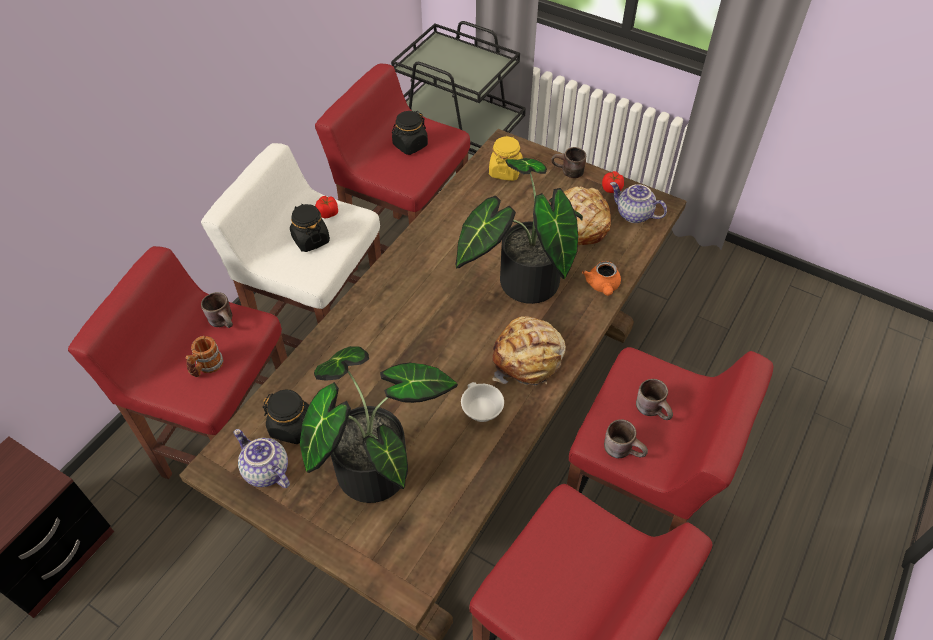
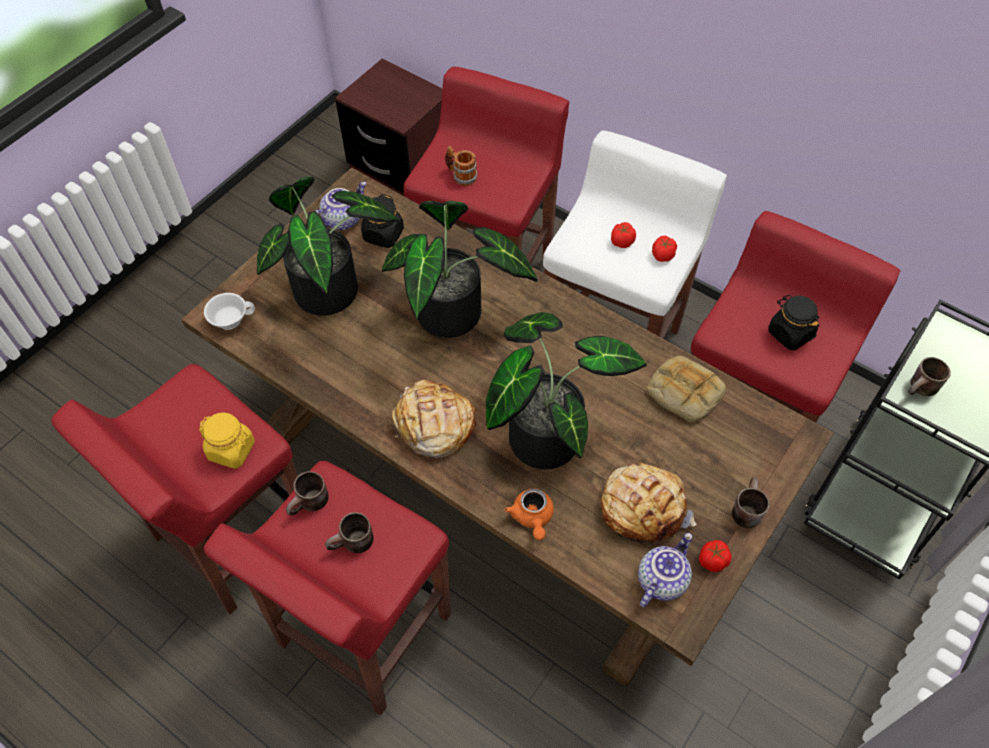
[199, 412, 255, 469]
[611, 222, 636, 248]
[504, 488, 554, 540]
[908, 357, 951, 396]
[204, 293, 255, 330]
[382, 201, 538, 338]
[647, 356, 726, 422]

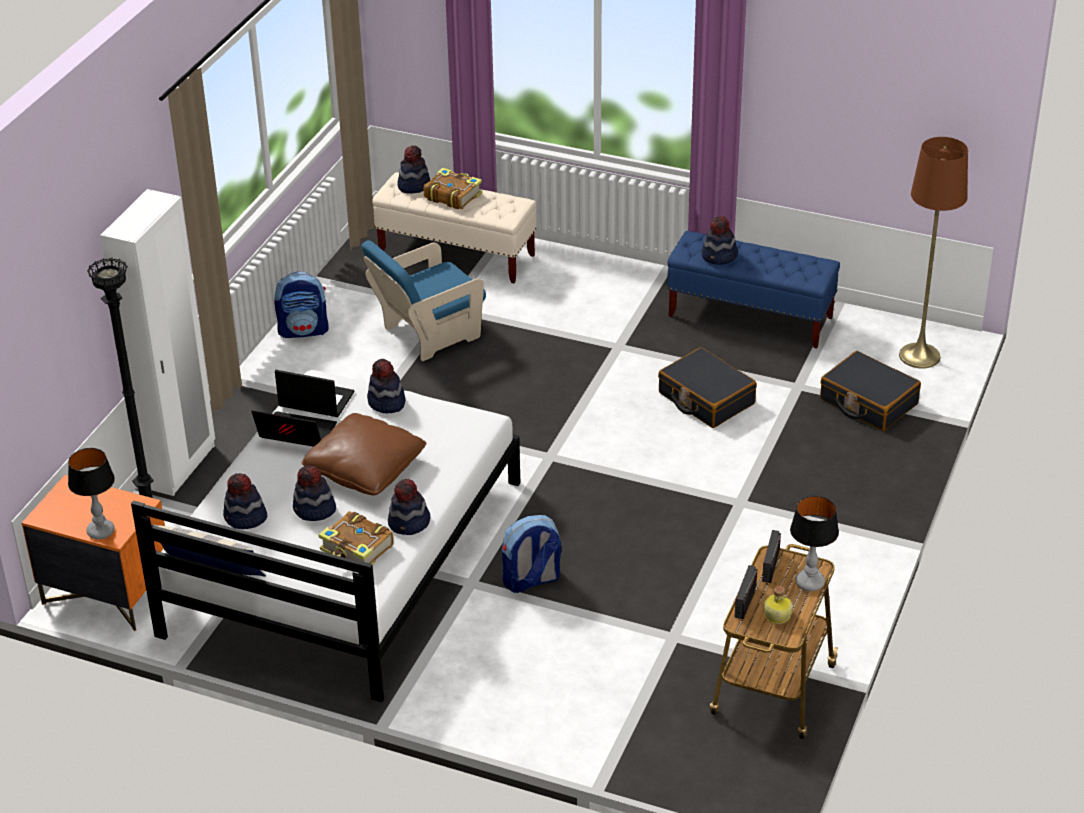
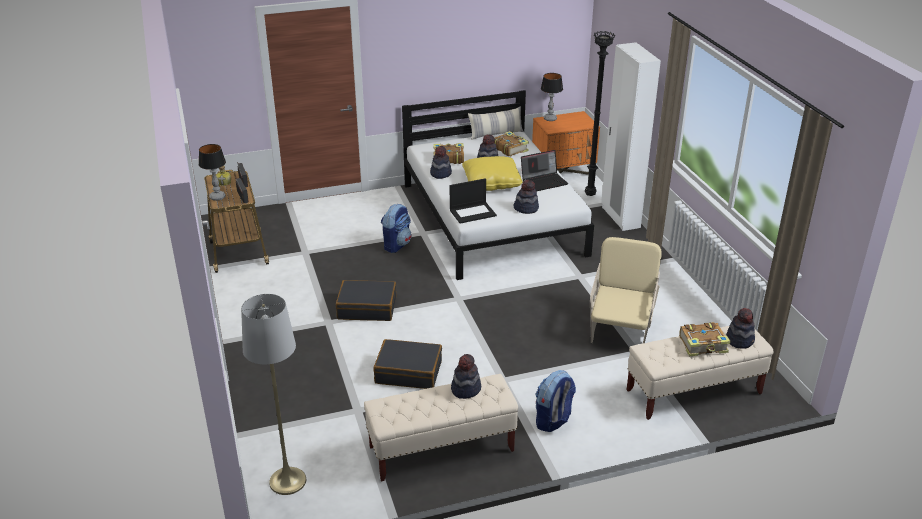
[241, 294, 306, 495]
[364, 374, 518, 481]
[590, 237, 662, 343]
[536, 370, 576, 432]
[336, 280, 396, 321]
[450, 178, 497, 224]
[462, 156, 523, 191]
[494, 131, 529, 157]

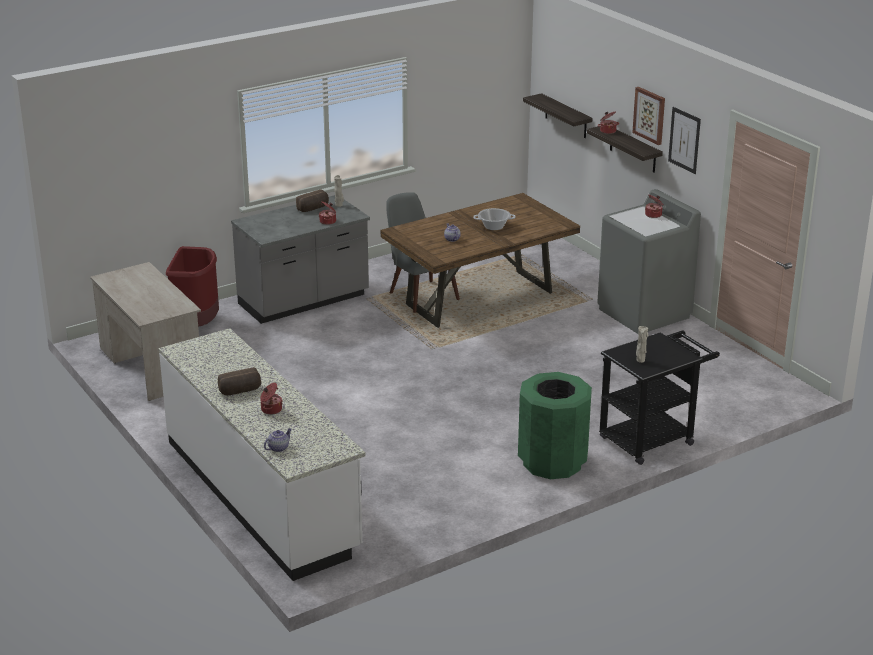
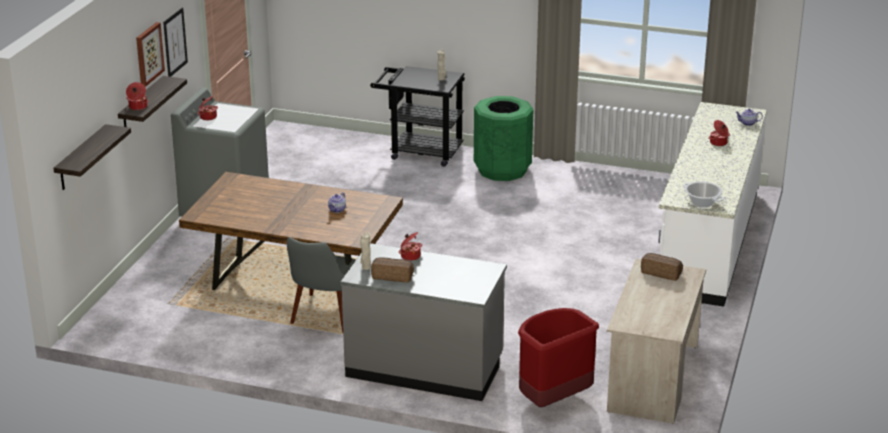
[683, 181, 724, 208]
[641, 253, 683, 281]

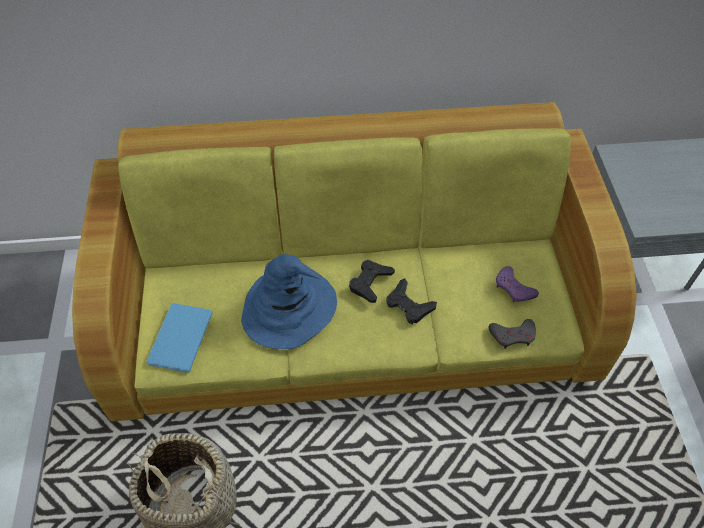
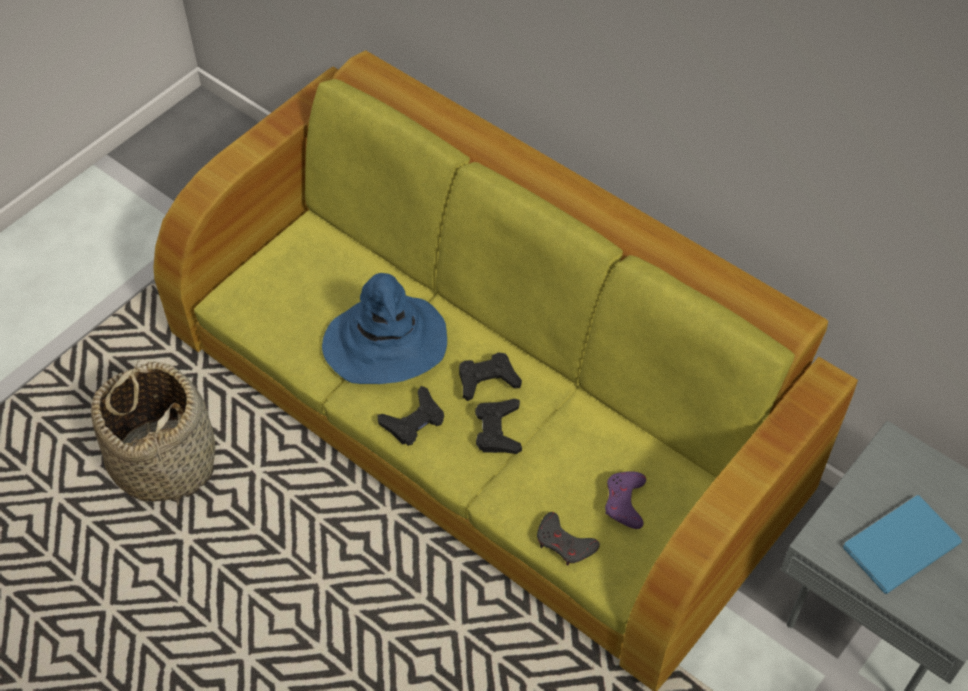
[843, 495, 962, 594]
[377, 386, 444, 446]

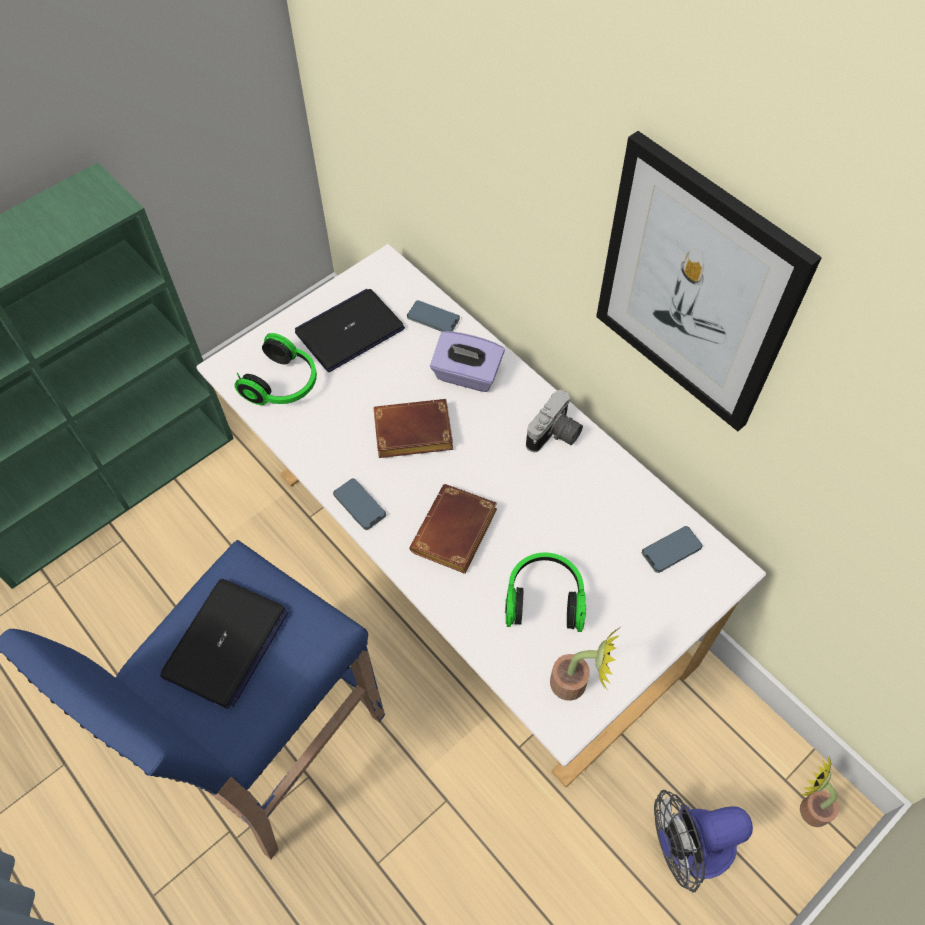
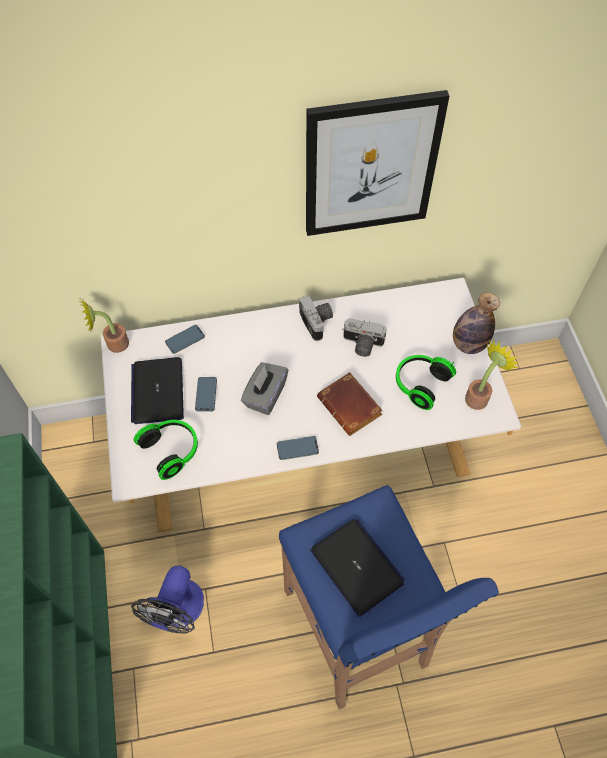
[430, 331, 505, 392] (first image)
[241, 362, 288, 415]
[195, 377, 217, 412]
[79, 299, 129, 353]
[131, 566, 204, 634]
[453, 292, 500, 354]
[342, 319, 386, 357]

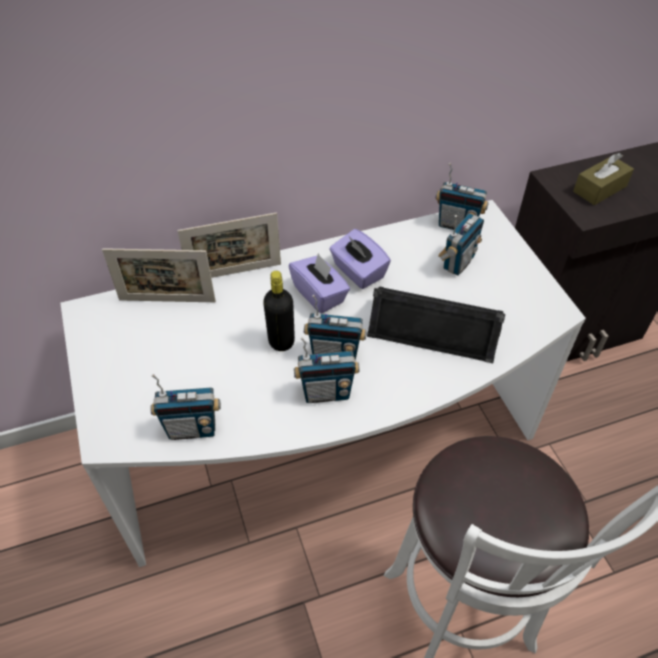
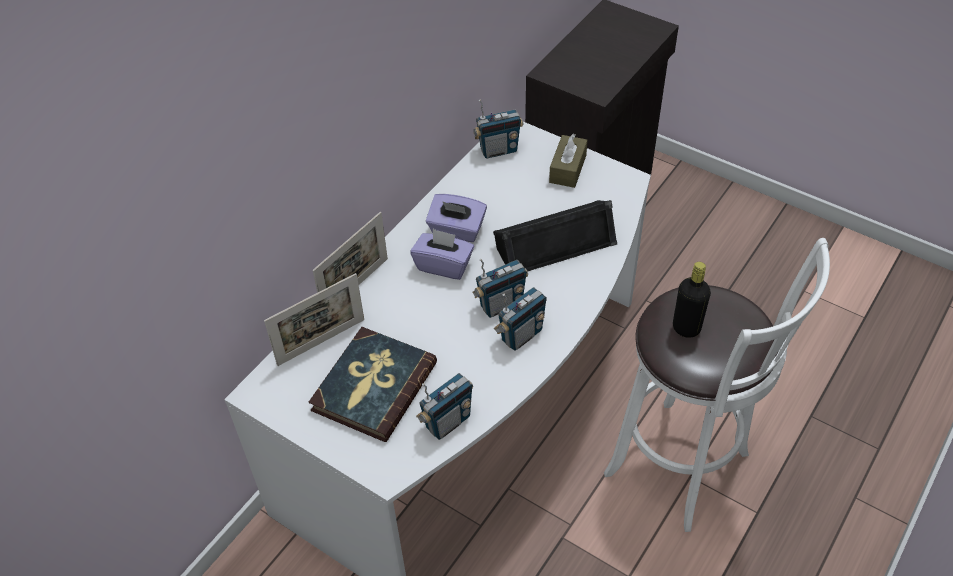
[549, 134, 588, 188]
[438, 213, 484, 275] (first image)
[673, 262, 711, 338]
[309, 327, 437, 442]

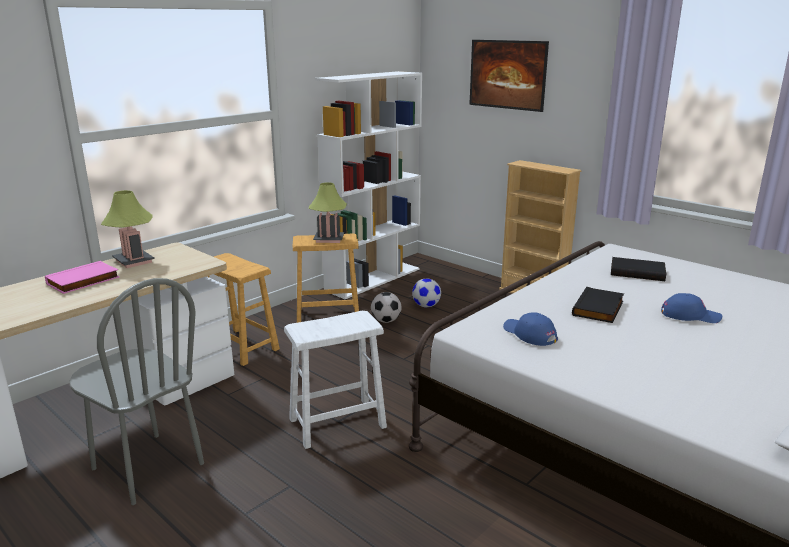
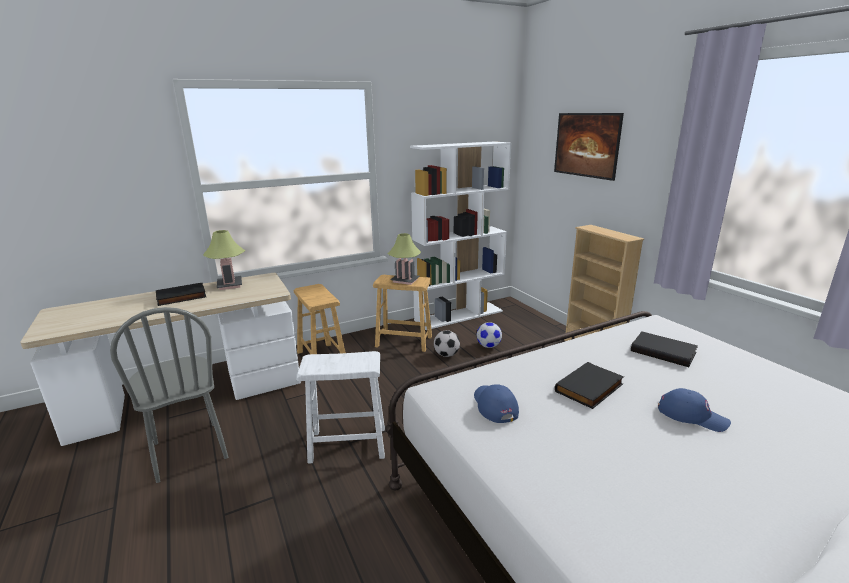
[156, 283, 206, 306]

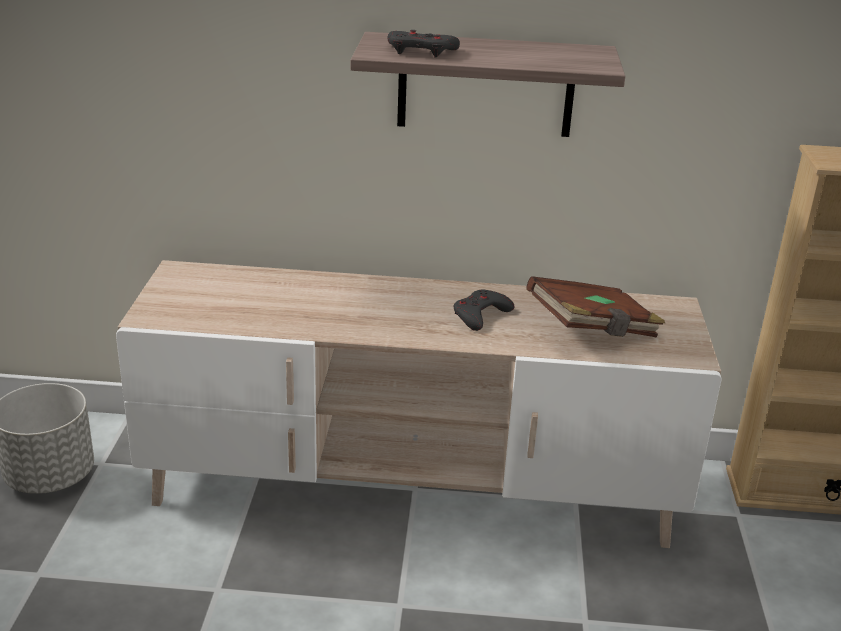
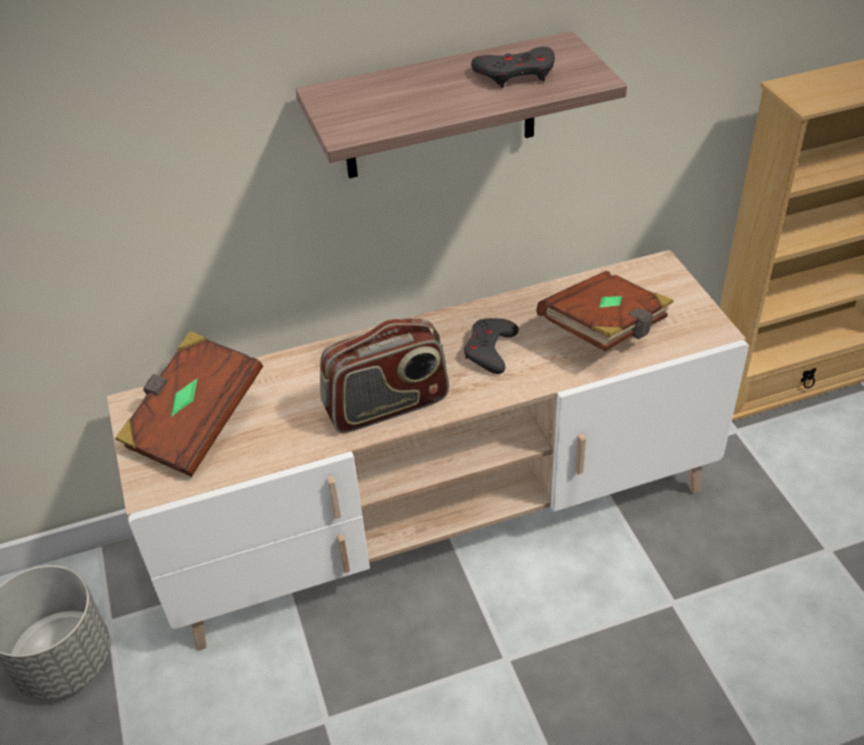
[471, 47, 555, 88]
[320, 318, 449, 433]
[115, 331, 263, 477]

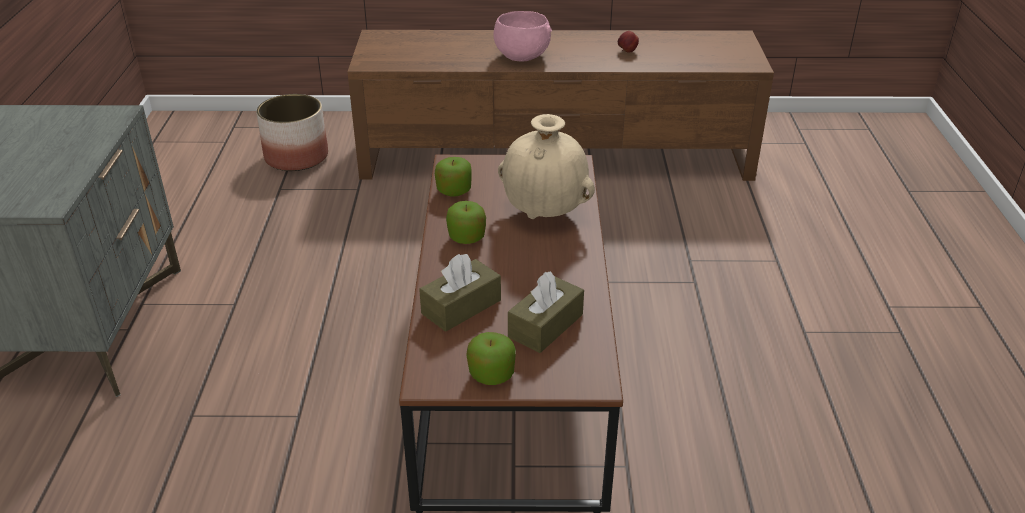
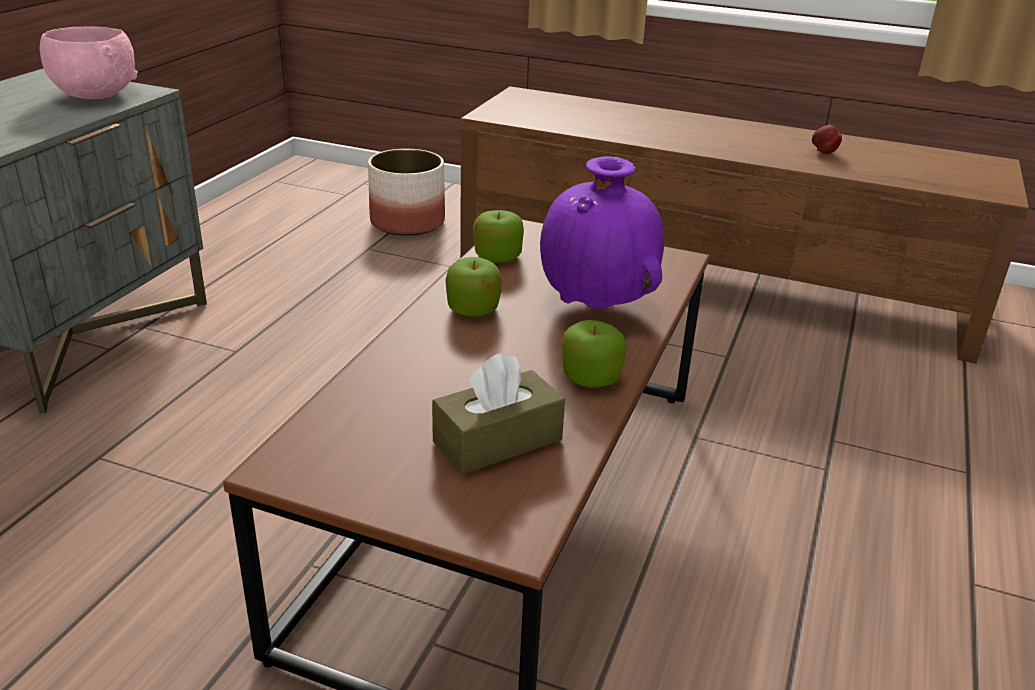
[40, 26, 138, 99]
[540, 156, 664, 310]
[419, 254, 501, 332] (first image)
[562, 320, 627, 388]

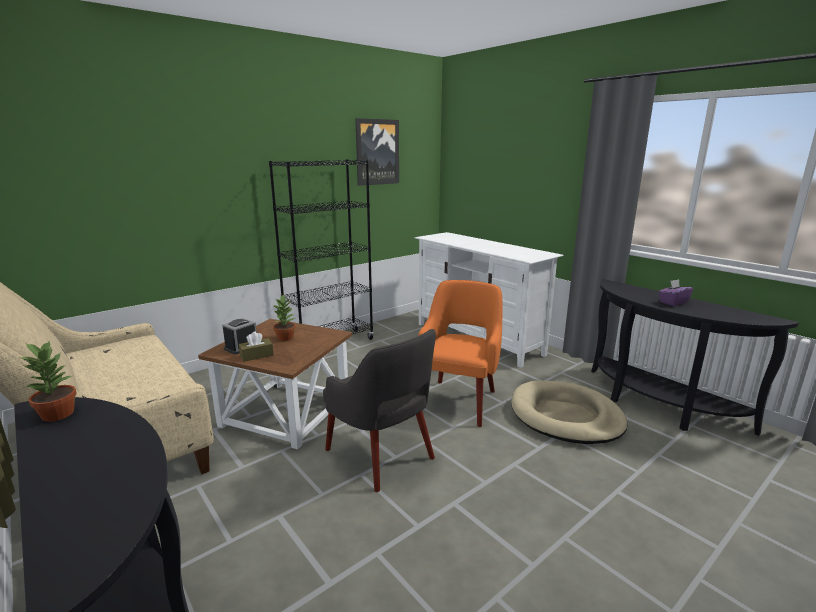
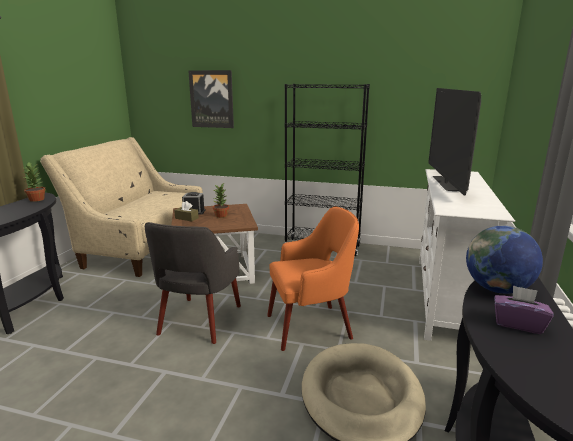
[188, 70, 234, 128]
[428, 88, 481, 196]
[466, 226, 543, 294]

